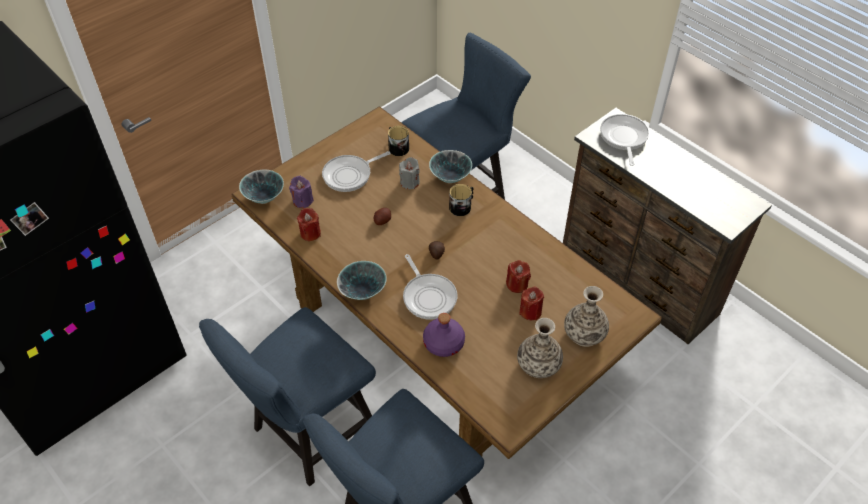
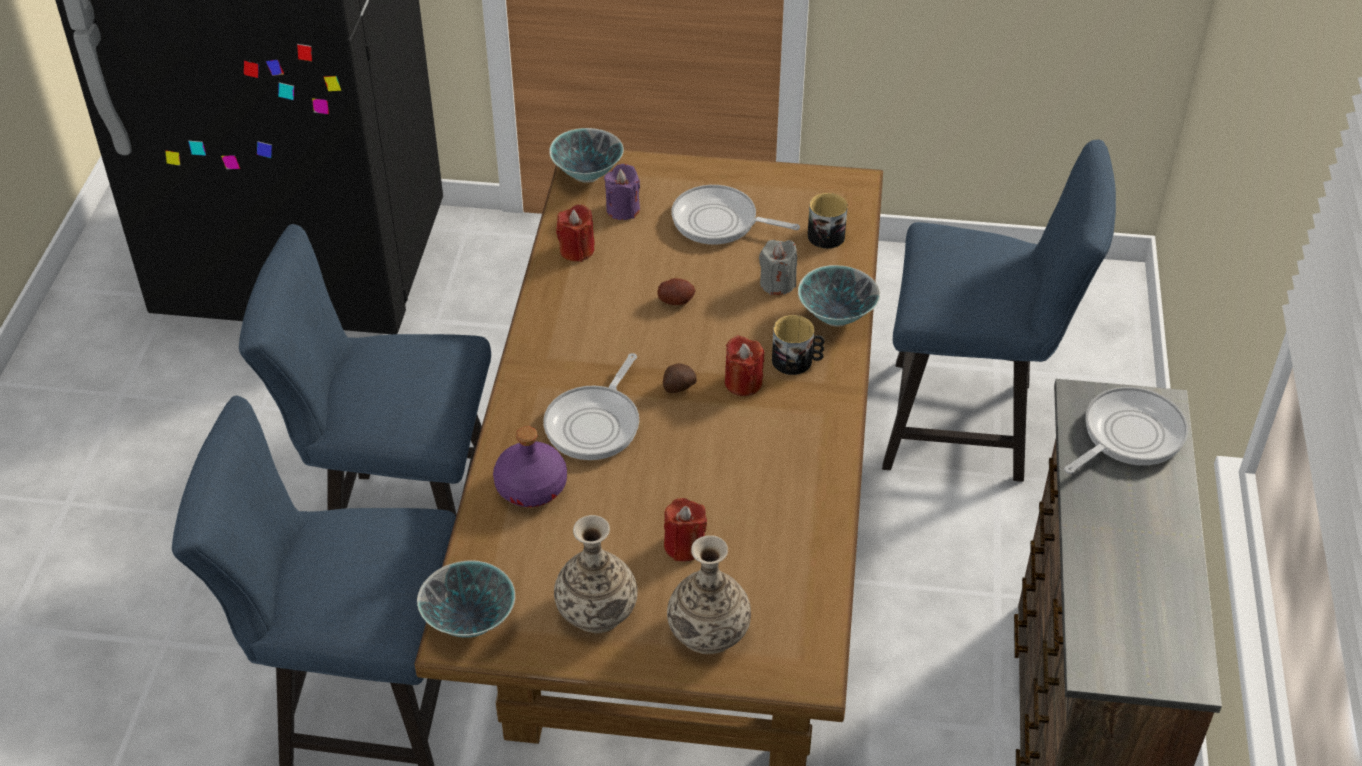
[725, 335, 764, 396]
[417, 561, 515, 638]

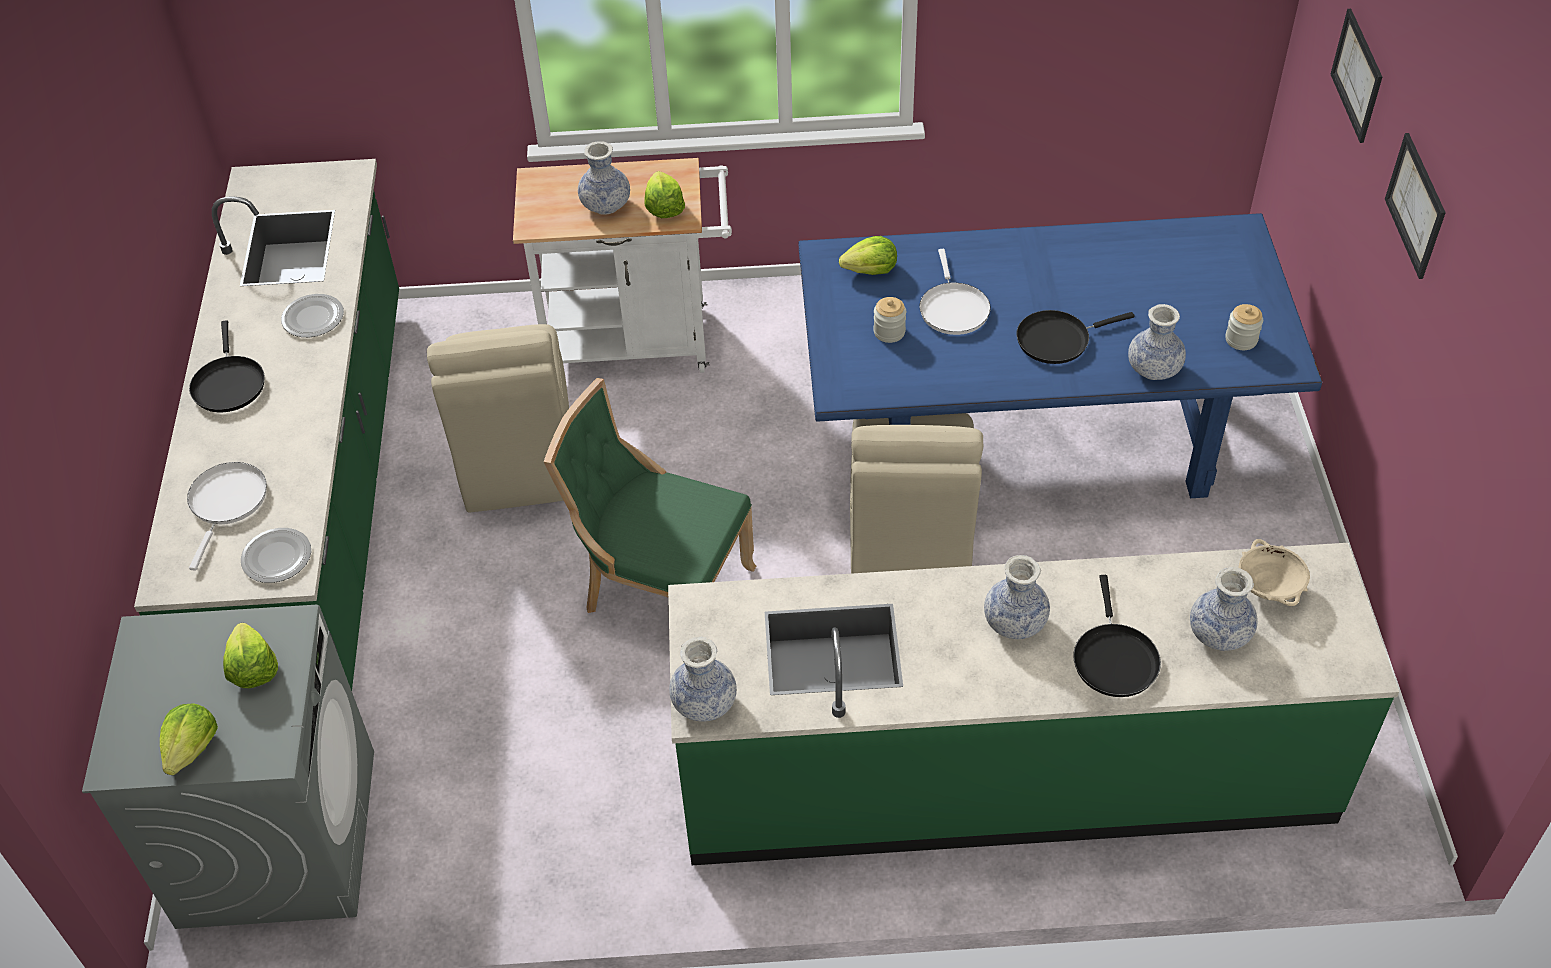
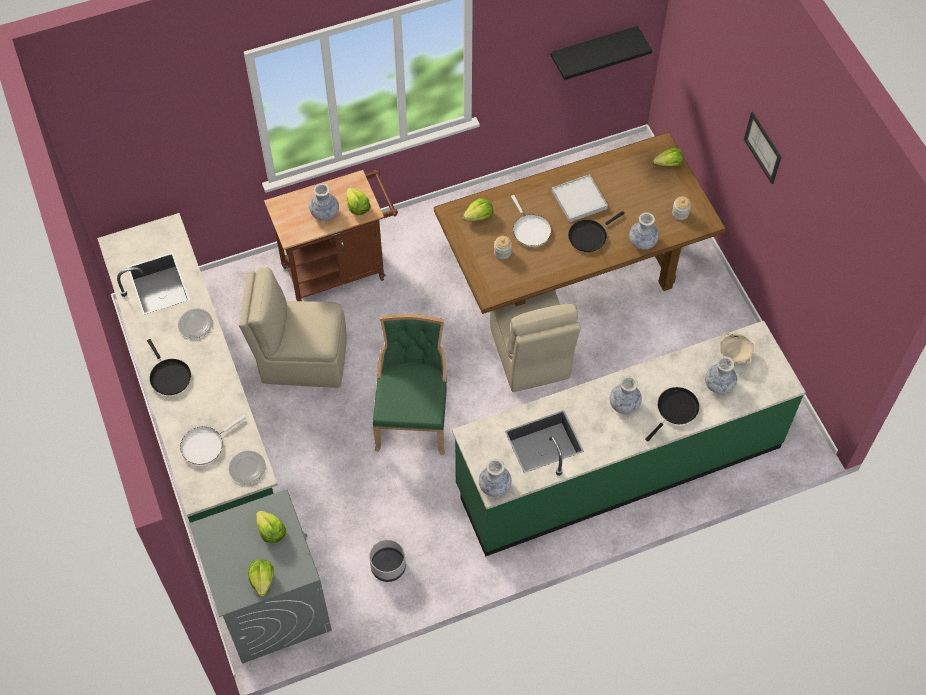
[1330, 9, 1382, 143] (first image)
[264, 170, 398, 301]
[434, 132, 726, 314]
[239, 267, 347, 388]
[372, 314, 447, 455]
[180, 415, 246, 465]
[645, 387, 699, 442]
[550, 26, 652, 80]
[653, 148, 684, 166]
[552, 174, 608, 222]
[369, 539, 406, 582]

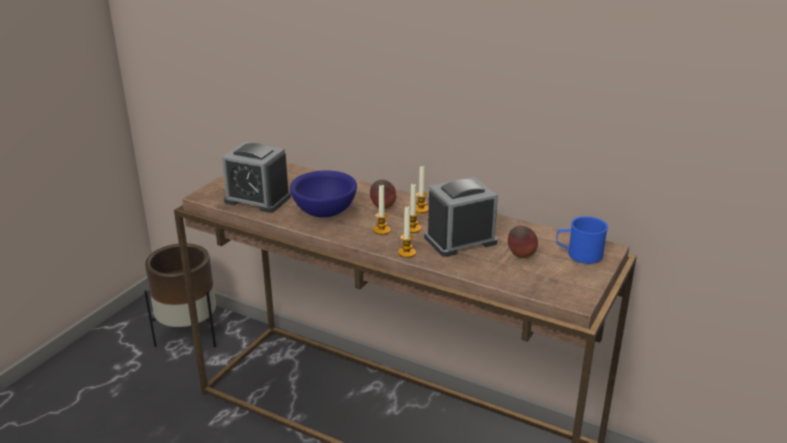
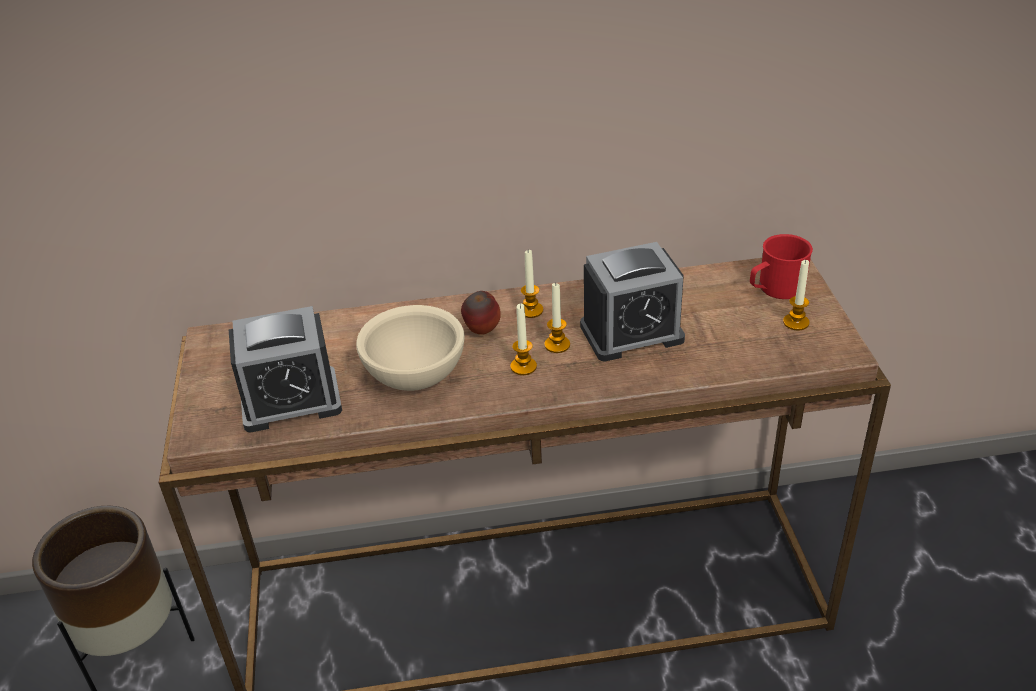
[356, 305, 465, 391]
[580, 242, 685, 362]
[783, 260, 810, 331]
[750, 234, 813, 299]
[508, 226, 538, 259] (first image)

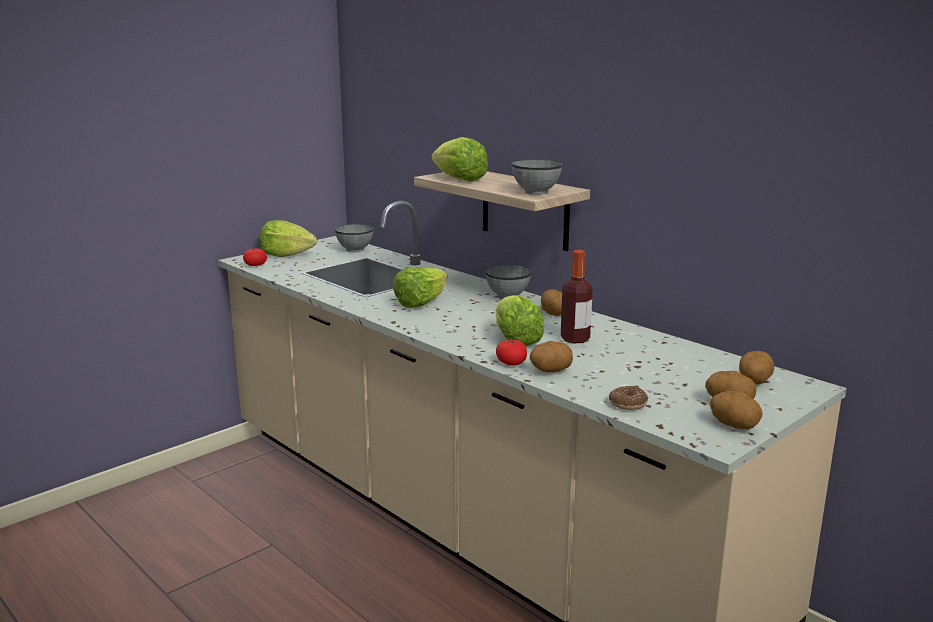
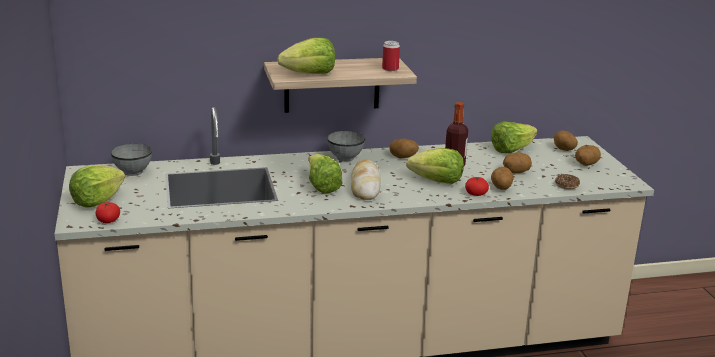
[382, 41, 400, 71]
[503, 152, 532, 173]
[491, 121, 538, 153]
[351, 160, 381, 200]

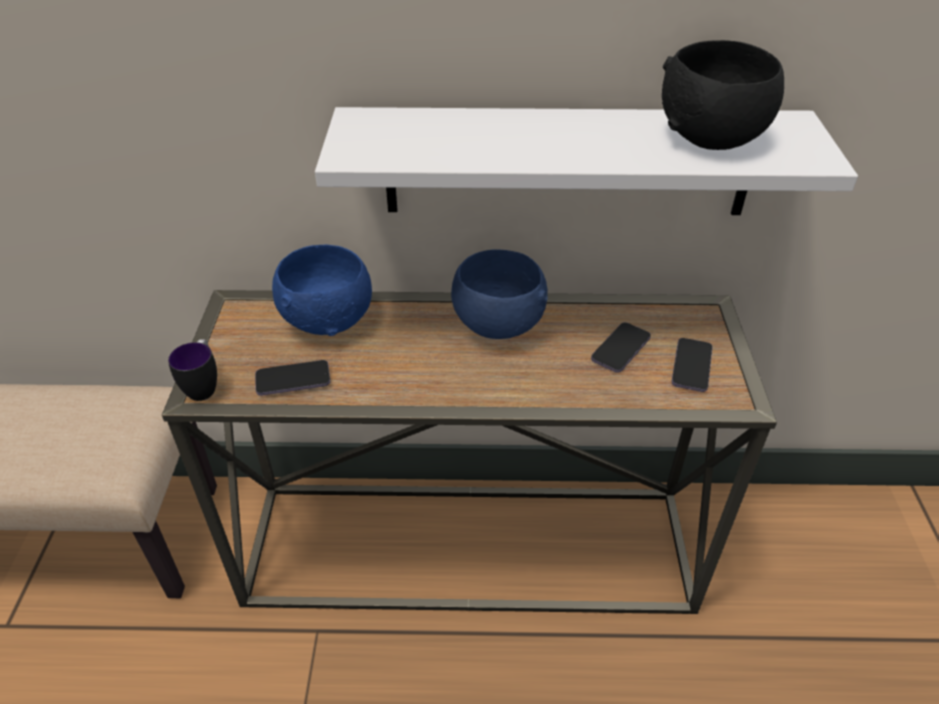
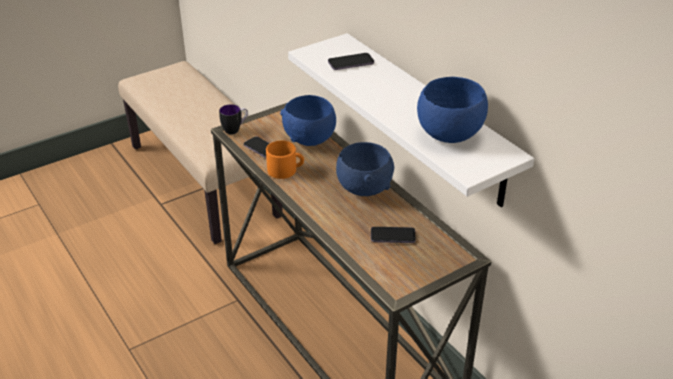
[417, 77, 488, 143]
[328, 53, 374, 70]
[266, 141, 304, 179]

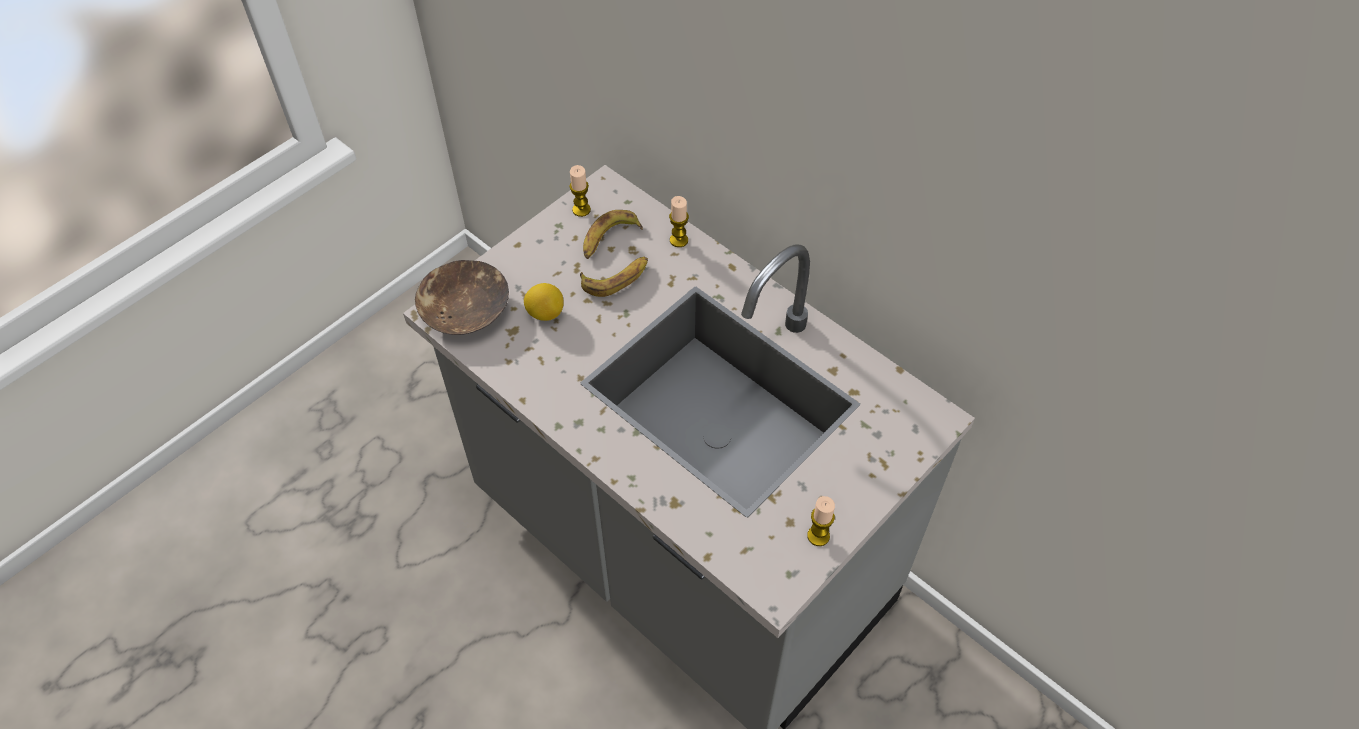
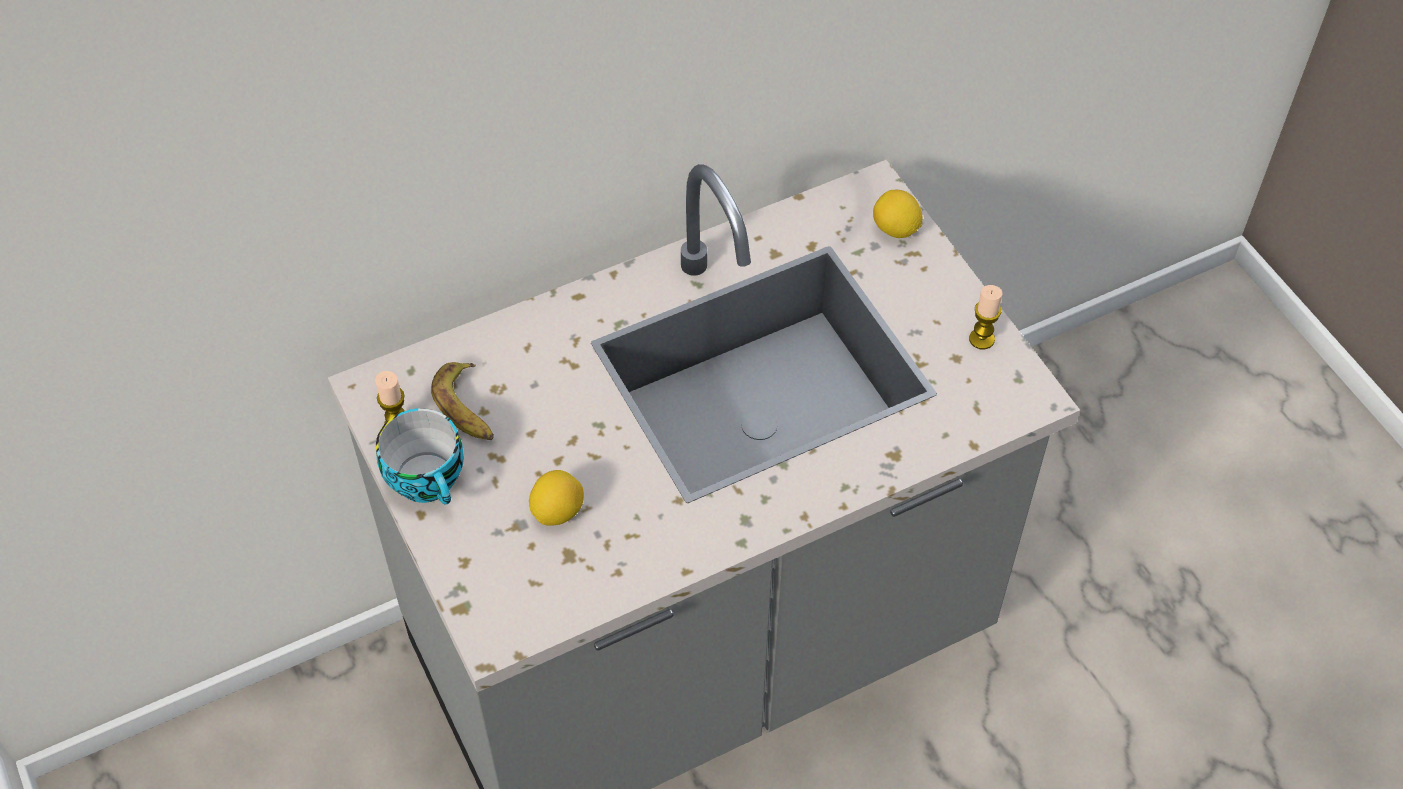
[669, 196, 689, 247] (first image)
[580, 257, 648, 297] (first image)
[415, 260, 509, 335] (first image)
[873, 190, 922, 238]
[376, 408, 464, 505]

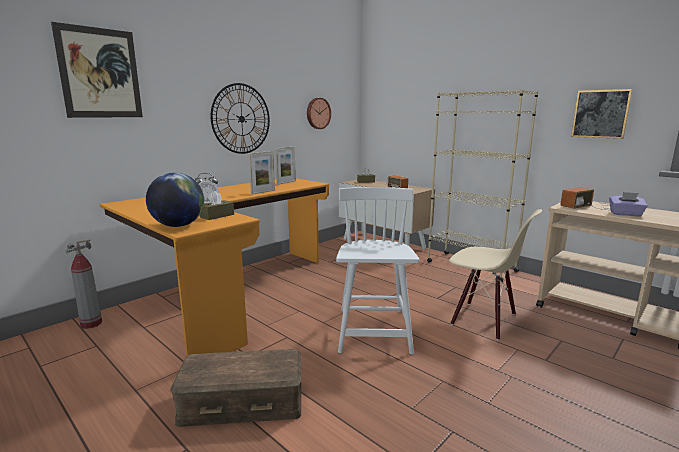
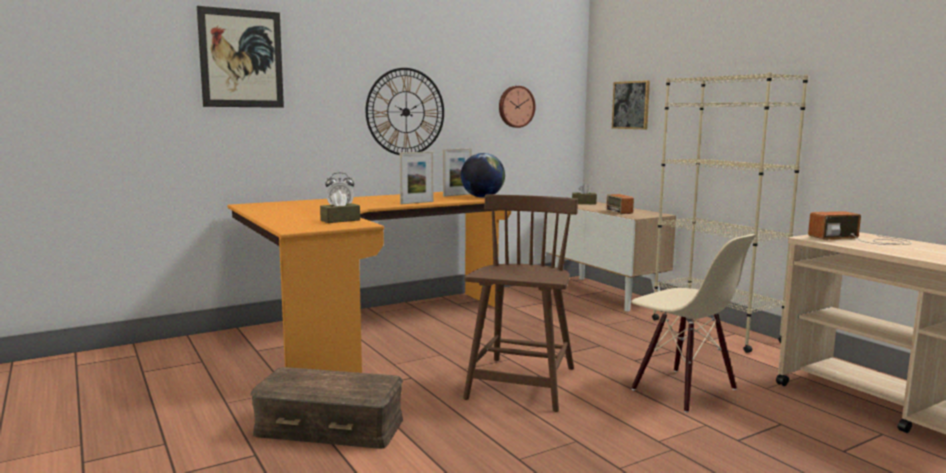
[612, 80, 650, 130]
[461, 153, 505, 198]
[463, 195, 578, 412]
[609, 192, 648, 216] (first image)
[66, 240, 102, 329] (first image)

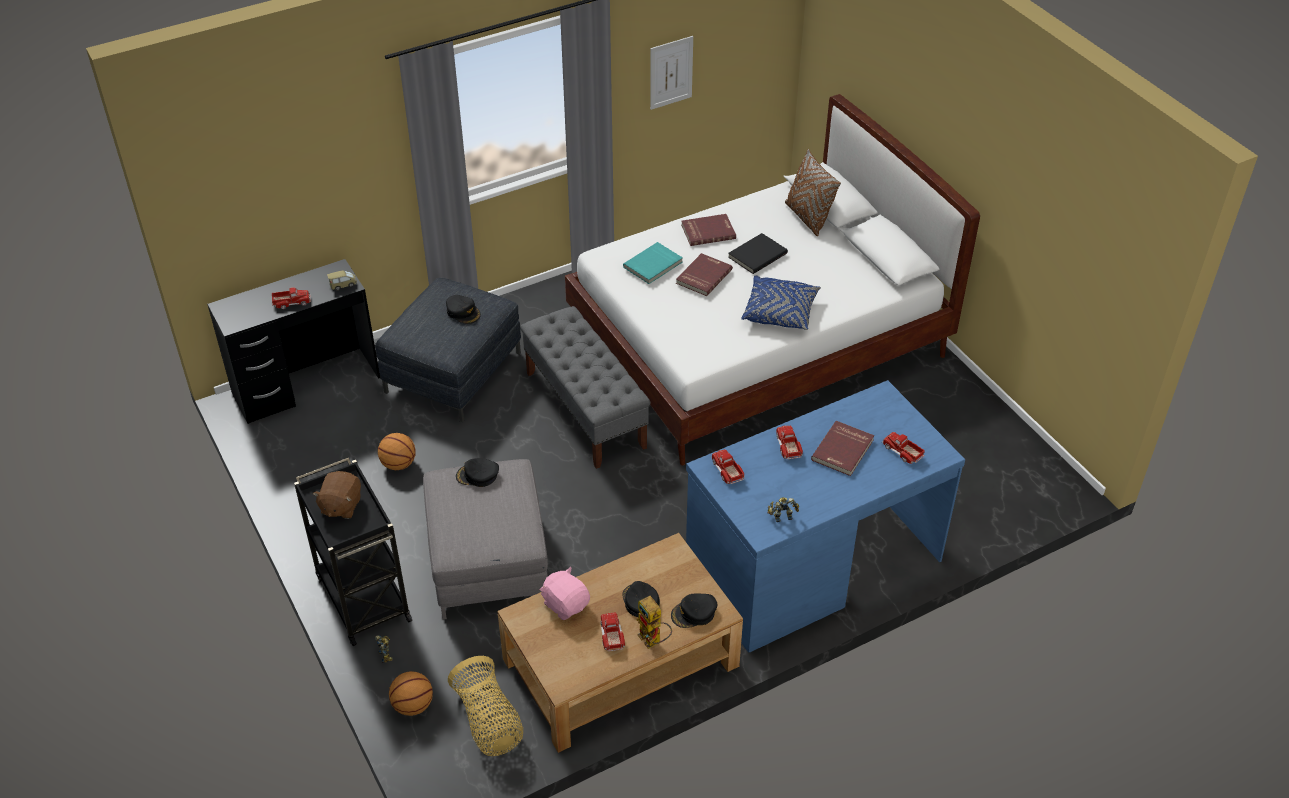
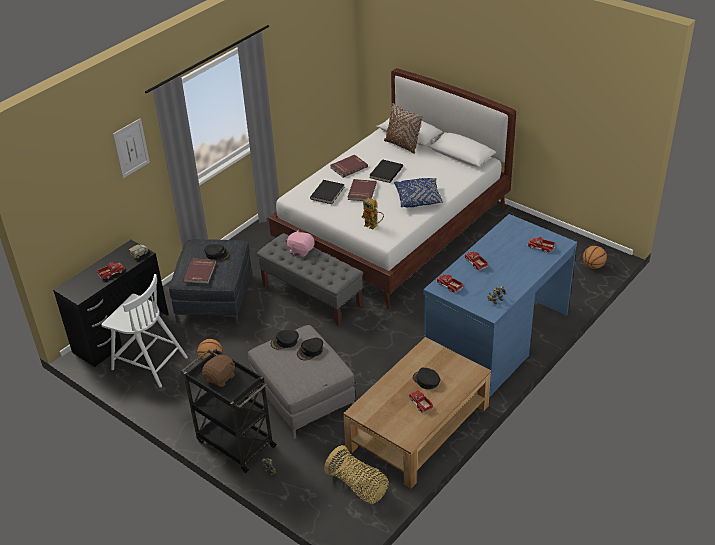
[113, 118, 150, 178]
[310, 180, 344, 204]
[183, 259, 216, 284]
[202, 353, 235, 387]
[287, 229, 315, 257]
[297, 338, 323, 360]
[361, 198, 384, 230]
[583, 246, 607, 269]
[101, 274, 188, 387]

